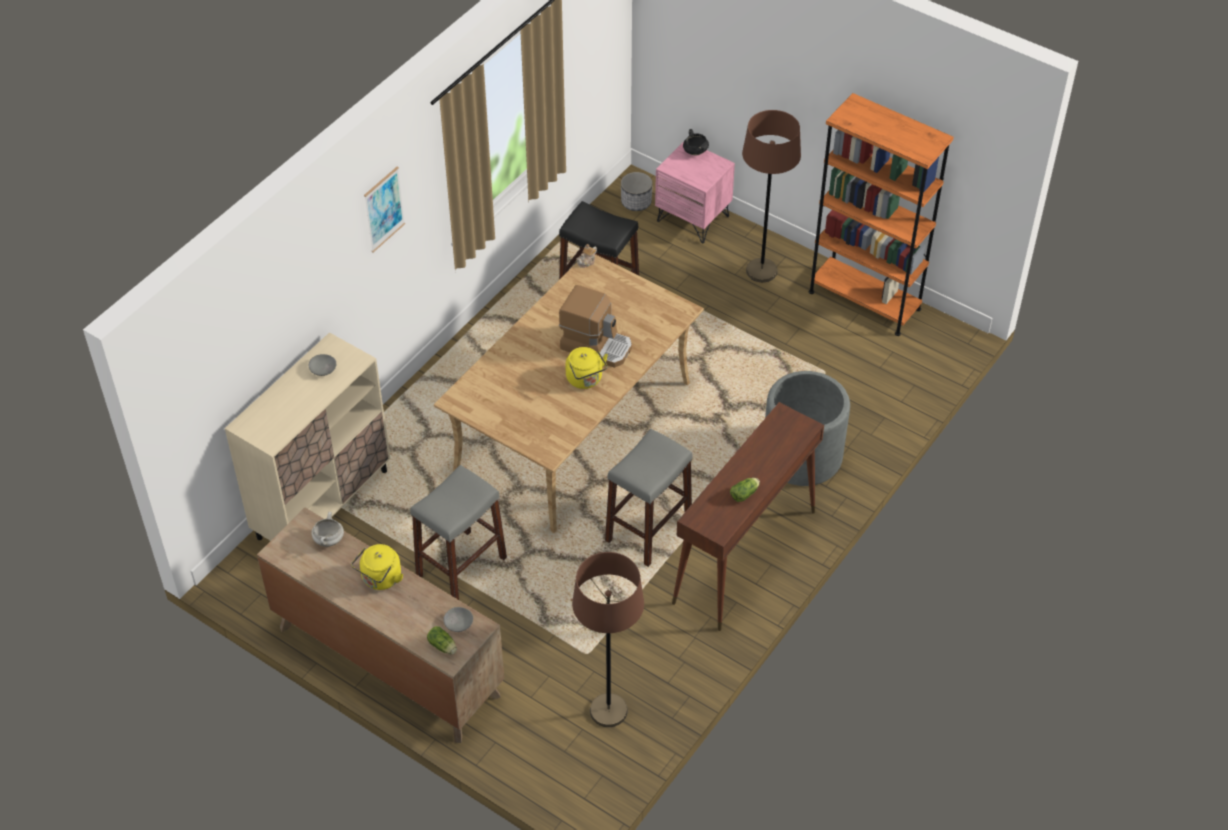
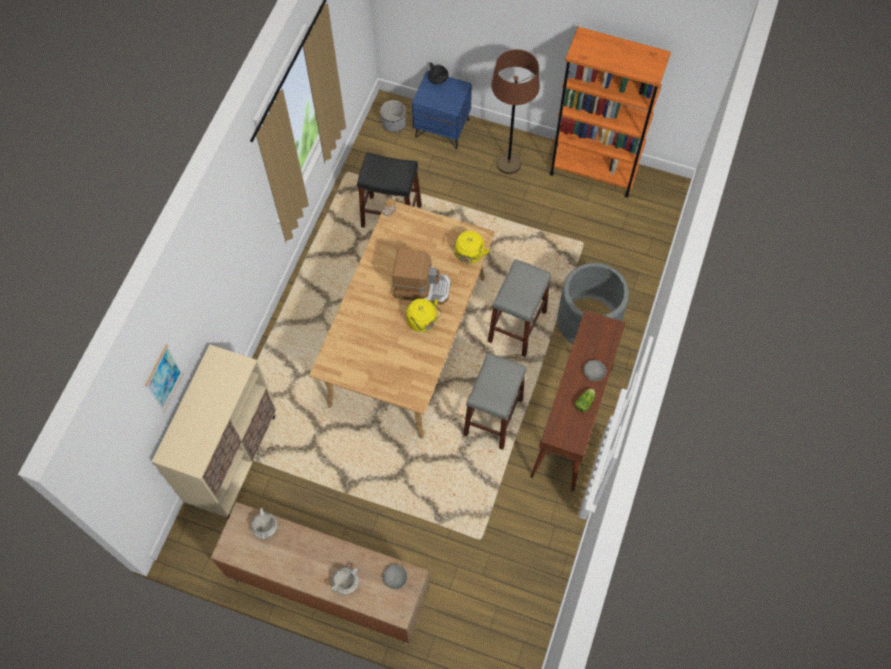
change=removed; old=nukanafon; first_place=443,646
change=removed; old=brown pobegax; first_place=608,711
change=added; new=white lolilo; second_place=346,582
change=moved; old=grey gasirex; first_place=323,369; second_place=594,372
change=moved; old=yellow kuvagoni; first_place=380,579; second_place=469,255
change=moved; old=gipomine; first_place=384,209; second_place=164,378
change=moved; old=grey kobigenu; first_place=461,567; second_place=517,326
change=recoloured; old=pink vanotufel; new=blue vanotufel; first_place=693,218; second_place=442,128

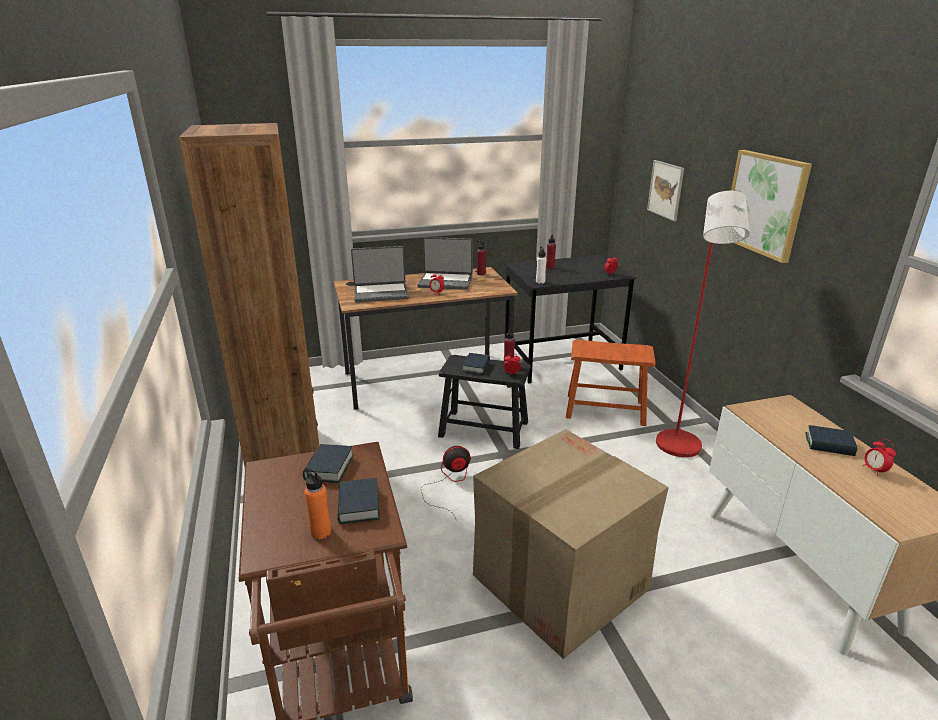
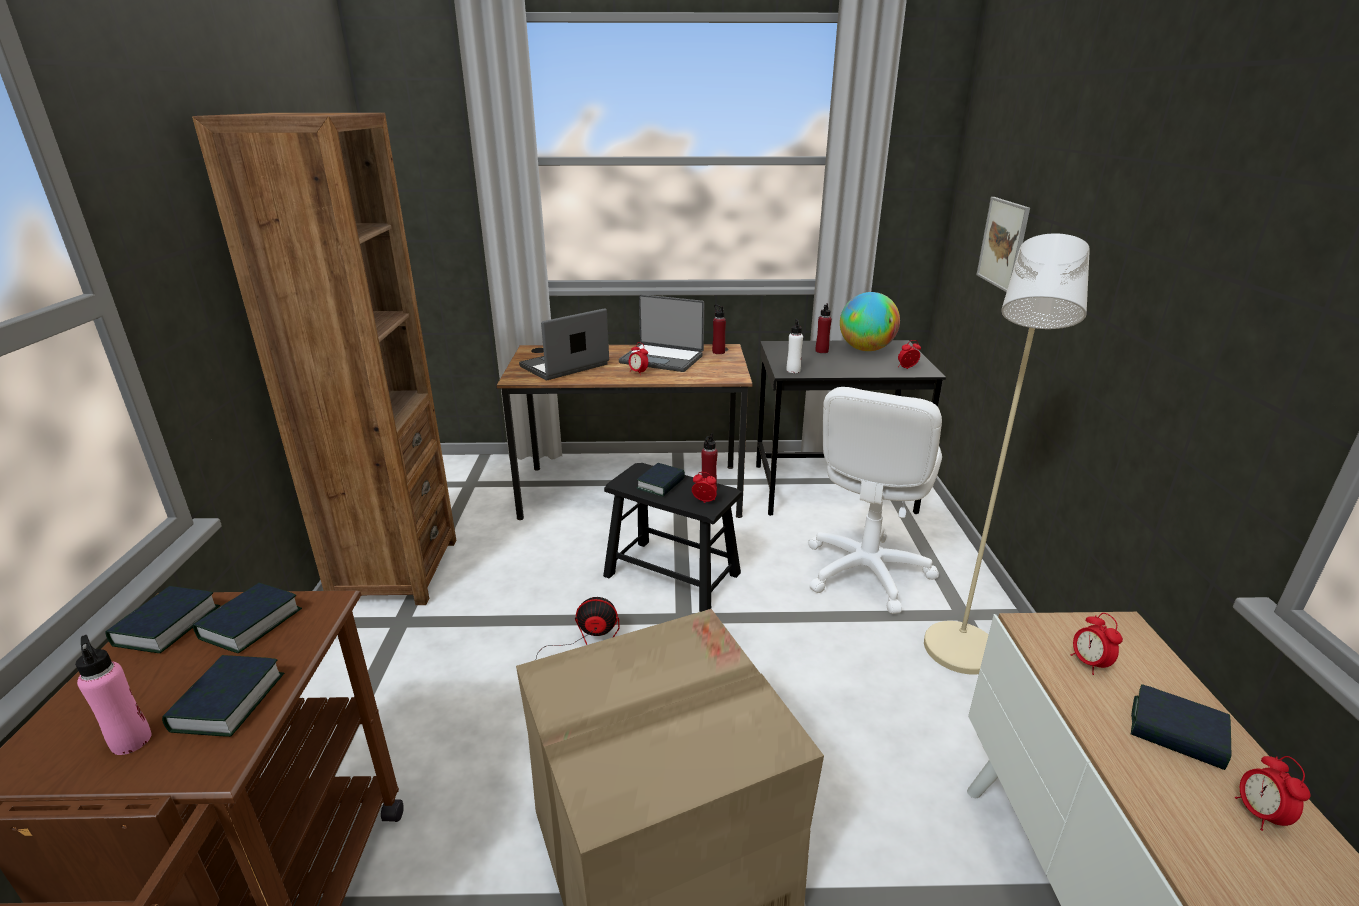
change=removed; old=gipomine; first_place=765,204
change=added; new=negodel; second_place=167,626
change=added; new=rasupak; second_place=866,349
change=added; new=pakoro; second_place=1089,663
change=replaced; old=brown kobigenu; new=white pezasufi; first_place=605,409; second_place=865,572
change=recoloured; old=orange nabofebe; new=pink nabofebe; first_place=320,532; second_place=131,741
change=recoloured; old=red pobegax; new=beige pobegax; first_place=679,449; second_place=959,658
change=turned; old=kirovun; first_place=381,293; second_place=565,366; degrees=135

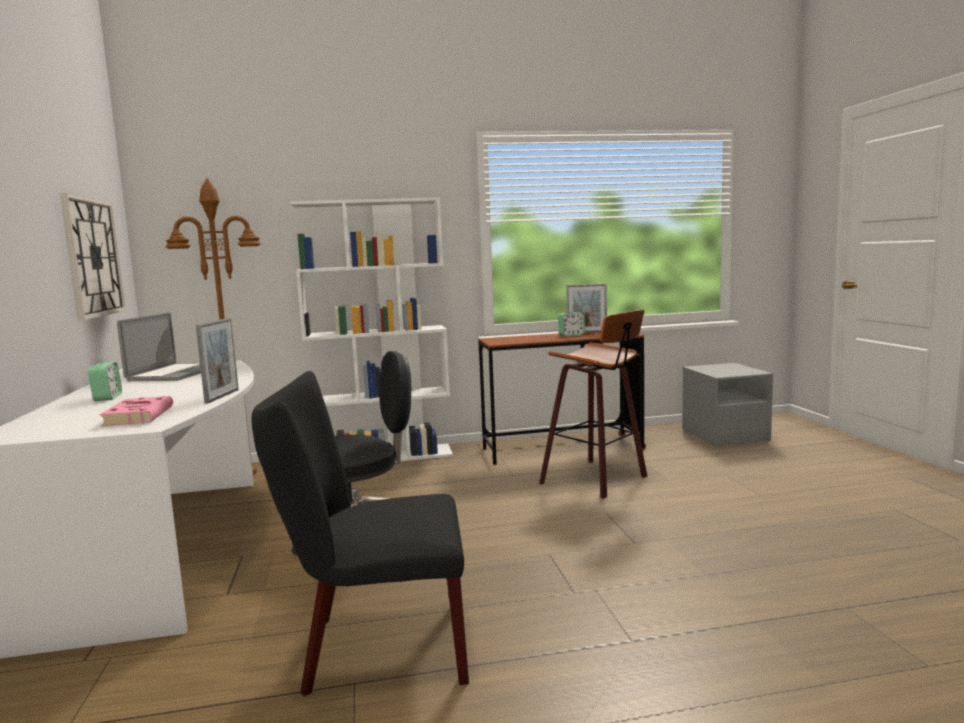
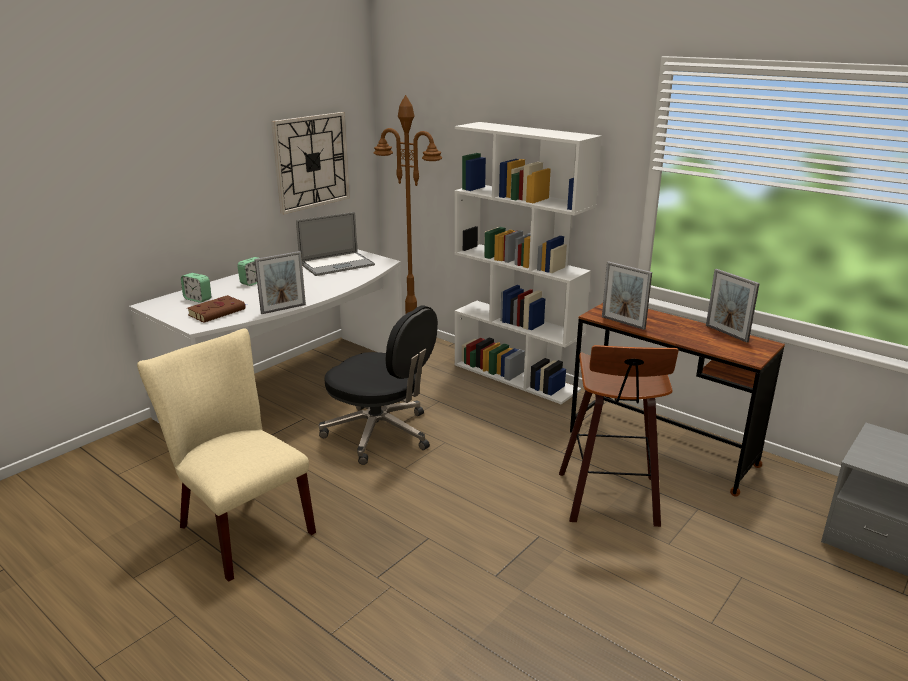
change=added; new=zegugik; second_place=623,323
change=moved; old=pakoro; first_place=571,335; second_place=198,299
change=recoloured; old=pink negodel; new=brown negodel; first_place=139,416; second_place=218,312
change=recoloured; old=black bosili; new=beige bosili; first_place=375,649; second_place=240,526

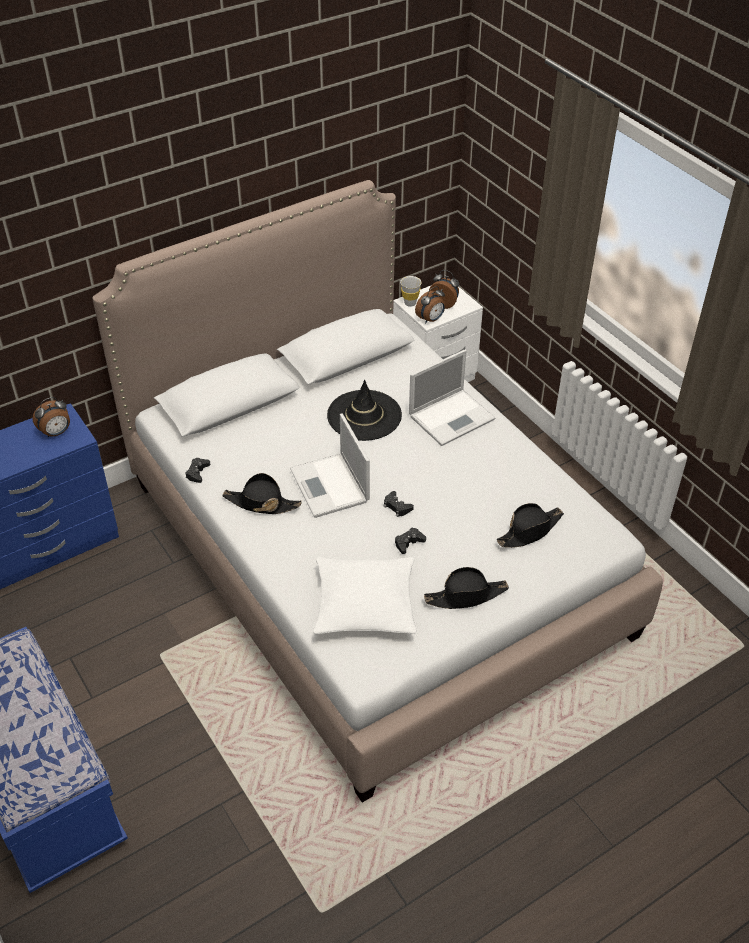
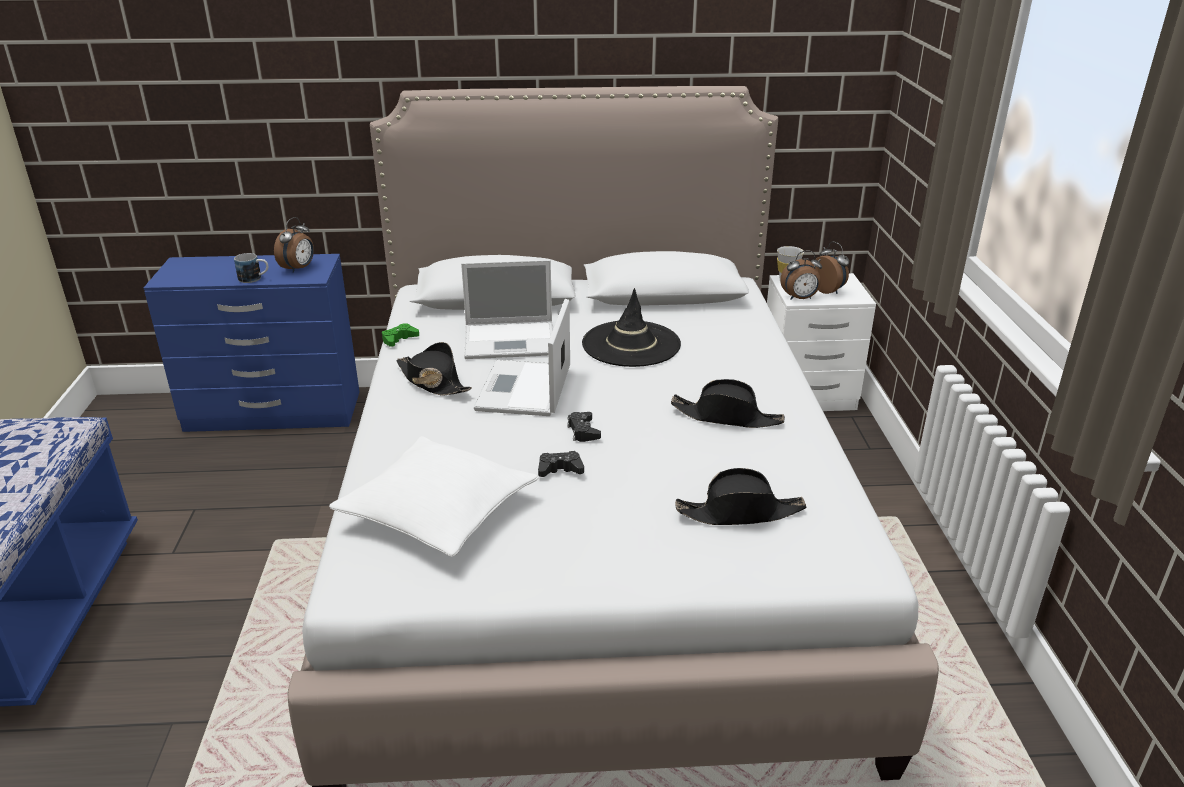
change=added; new=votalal; second_place=254,279
change=moved; old=kirovun; first_place=452,416; second_place=512,340
change=moved; old=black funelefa; first_place=466,596; second_place=727,417
change=recoloured; old=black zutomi; new=green zutomi; first_place=197,472; second_place=399,339
change=turned; old=pakoro; first_place=56,433; second_place=299,268; degrees=-60

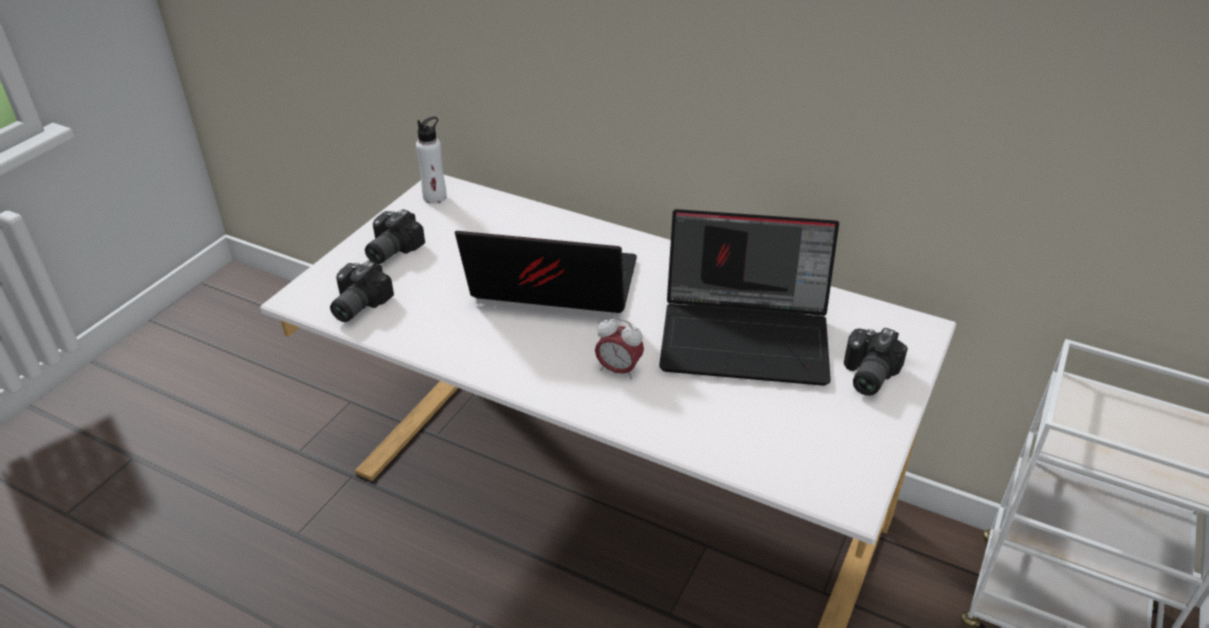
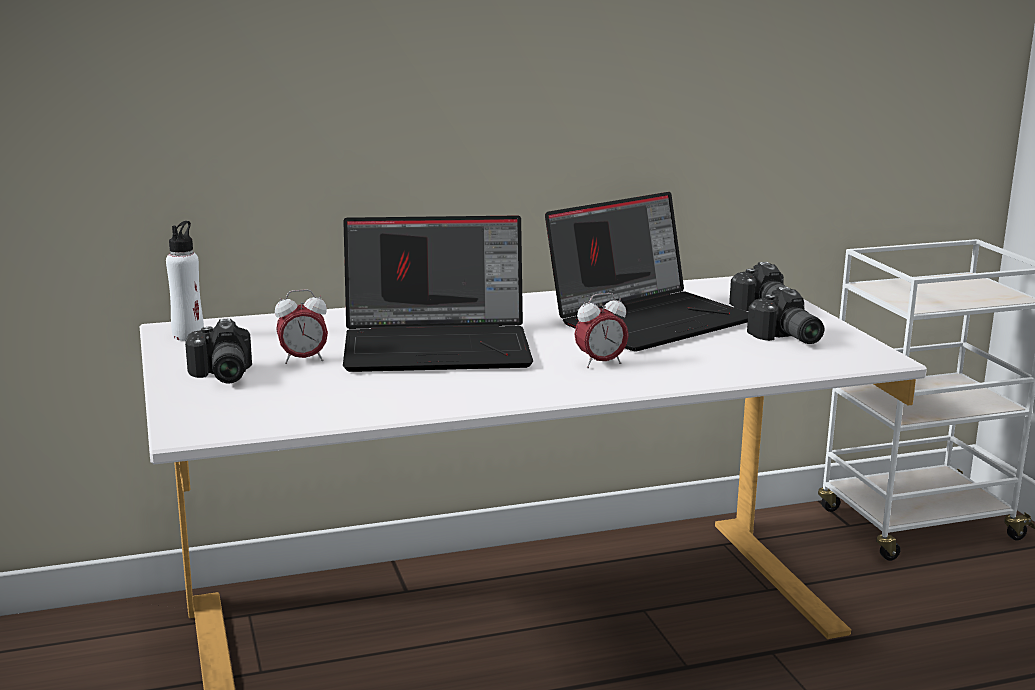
change=added; new=pakoro; second_place=303,360
change=moved; old=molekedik; first_place=356,305; second_place=785,338
change=turned; old=kirovun; first_place=550,288; second_place=439,346; degrees=-150

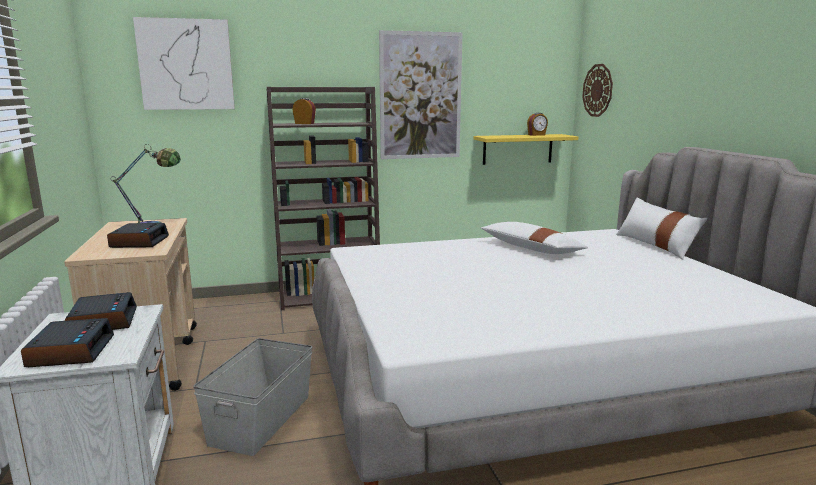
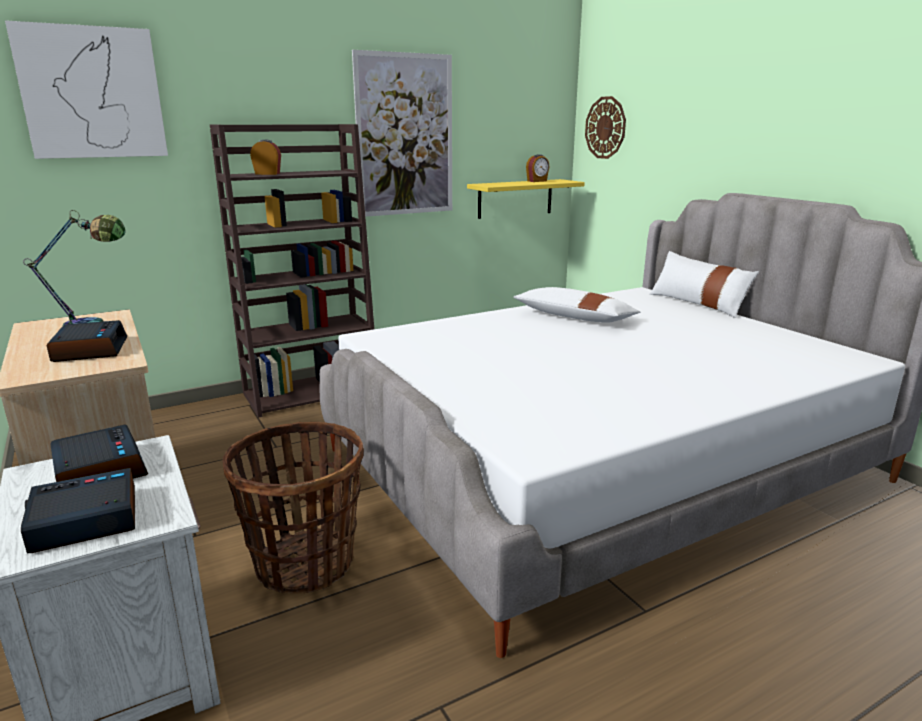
change=replaced; old=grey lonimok; new=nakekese; first_place=260,419; second_place=304,563
change=turned; old=pakoro; first_place=71,351; second_place=84,521; degrees=-90

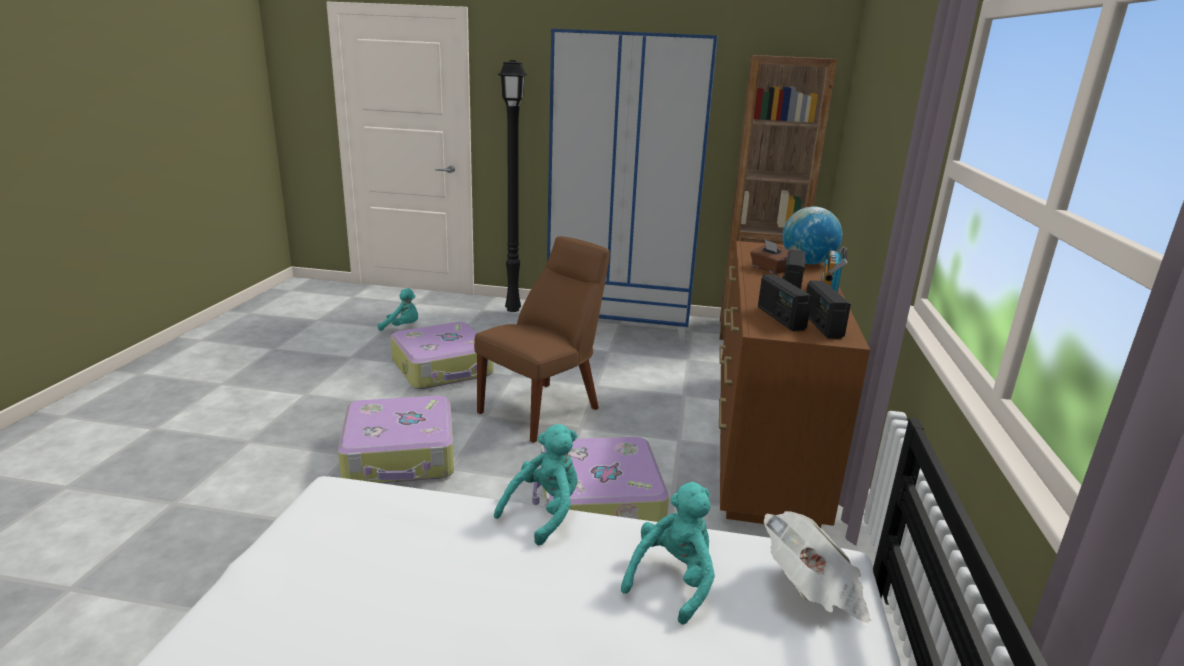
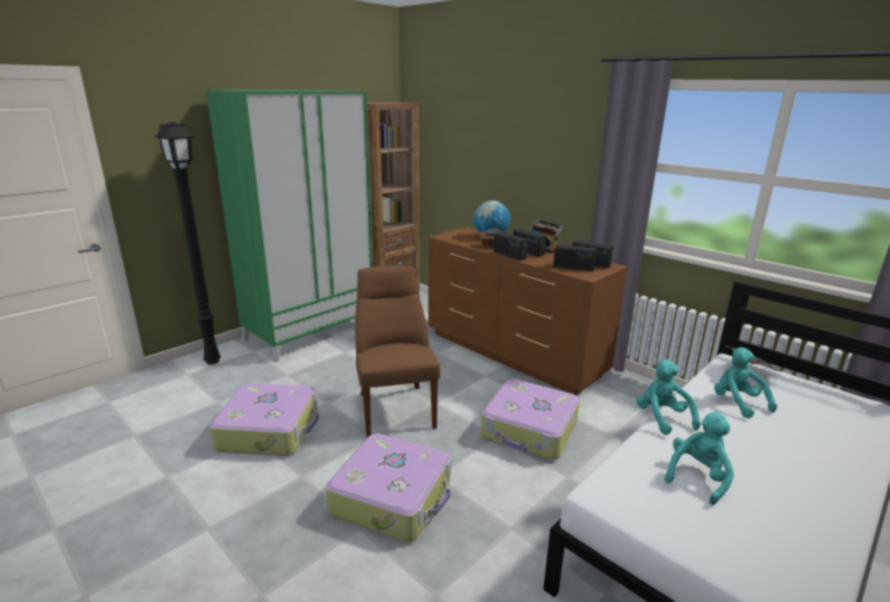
change=added; new=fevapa; second_place=509,255
change=moved; old=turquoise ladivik; first_place=402,327; second_place=697,477
change=recoloured; old=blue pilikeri; new=green pilikeri; first_place=621,324; second_place=311,332

